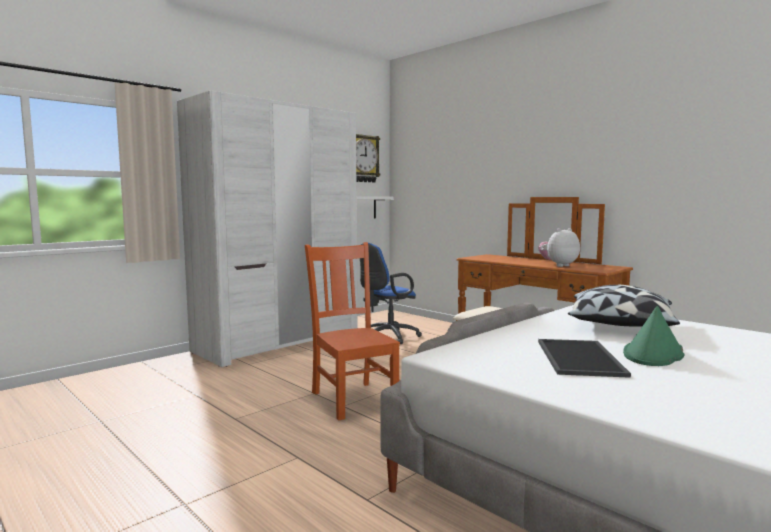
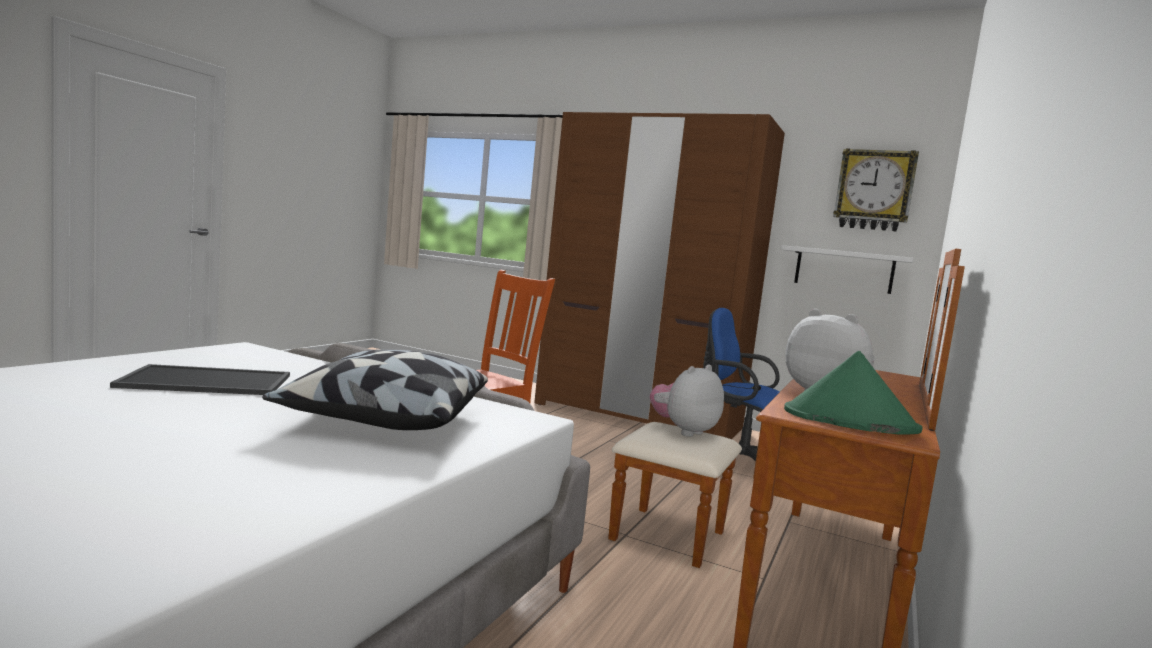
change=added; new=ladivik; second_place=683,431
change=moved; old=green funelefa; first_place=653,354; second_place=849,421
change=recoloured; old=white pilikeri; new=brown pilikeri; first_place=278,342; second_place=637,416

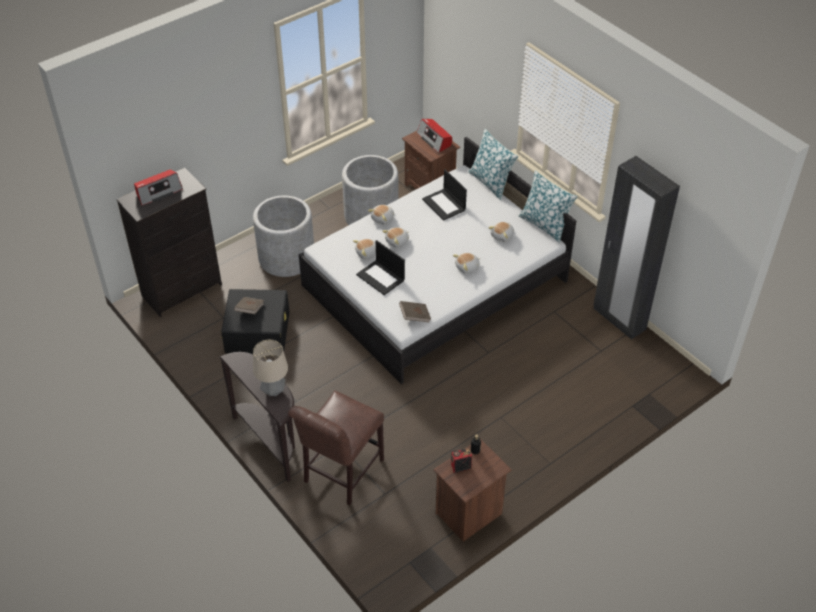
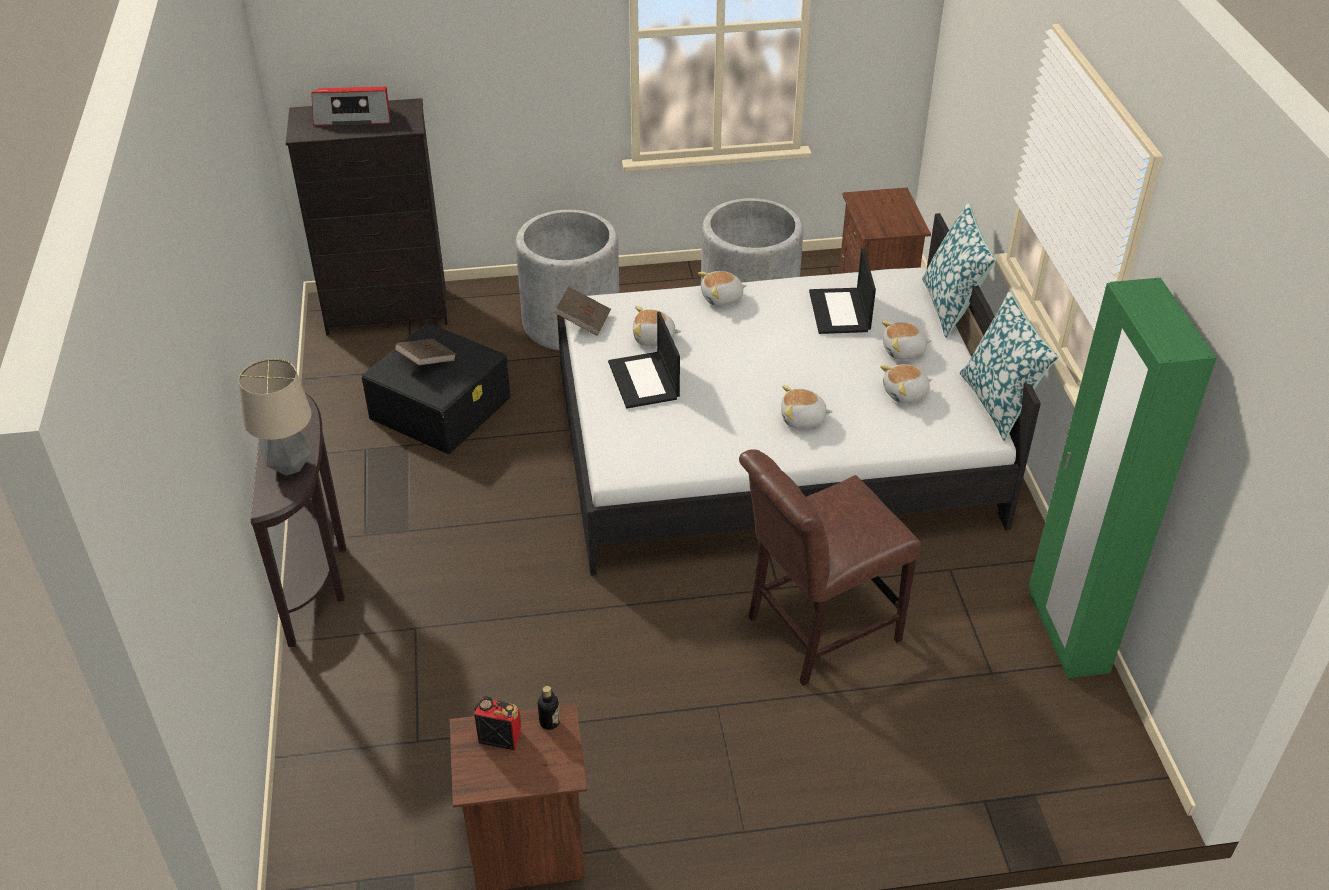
change=removed; old=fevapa; first_place=434,139
change=moved; old=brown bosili; first_place=340,473; second_place=815,631
change=moved; old=ladivik; first_place=397,242; second_place=904,351
change=moved; old=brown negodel; first_place=415,316; second_place=583,321
change=recoloured; old=black pilikeri; new=green pilikeri; first_place=619,319; second_place=1066,633

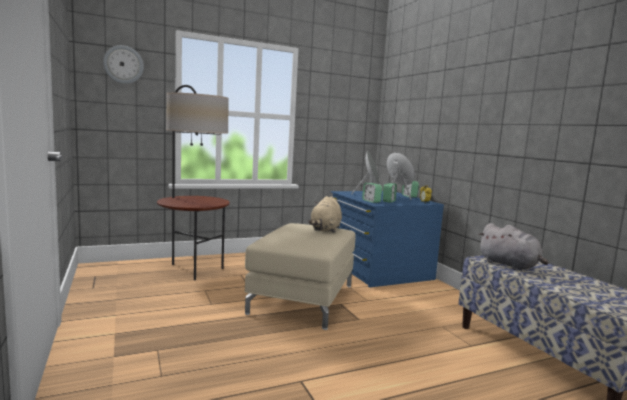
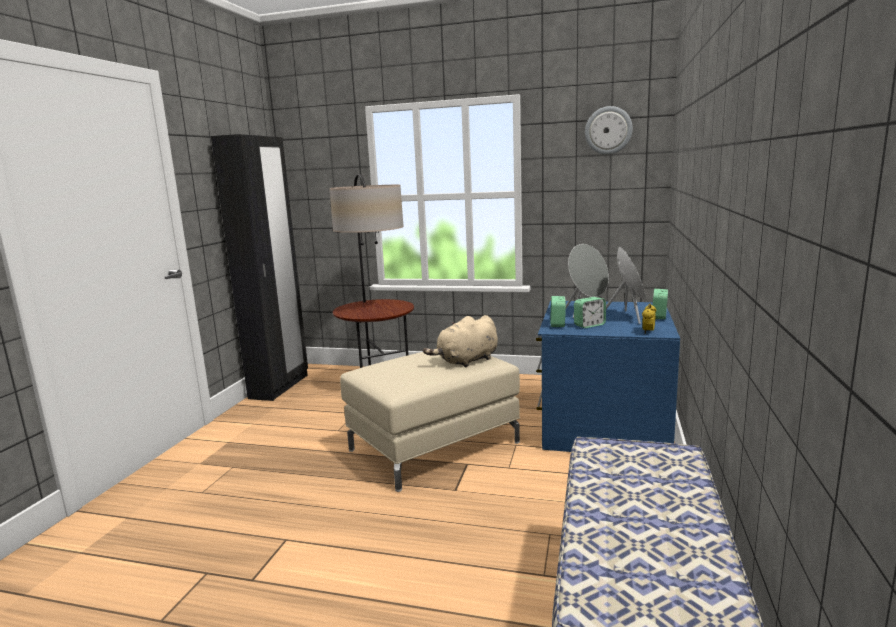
change=removed; old=grey ladivik; first_place=510,265
change=added; new=black pilikeri; second_place=280,387
change=moved; old=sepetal; first_place=123,64; second_place=608,130

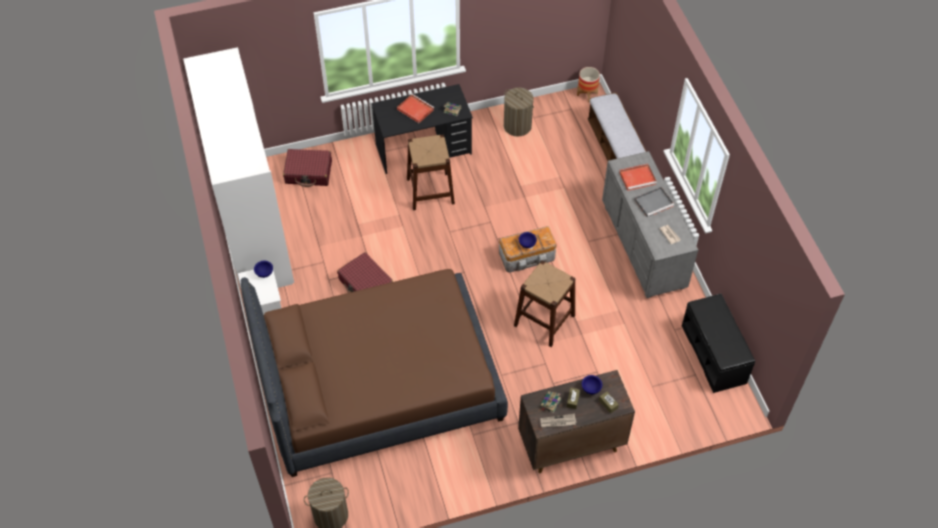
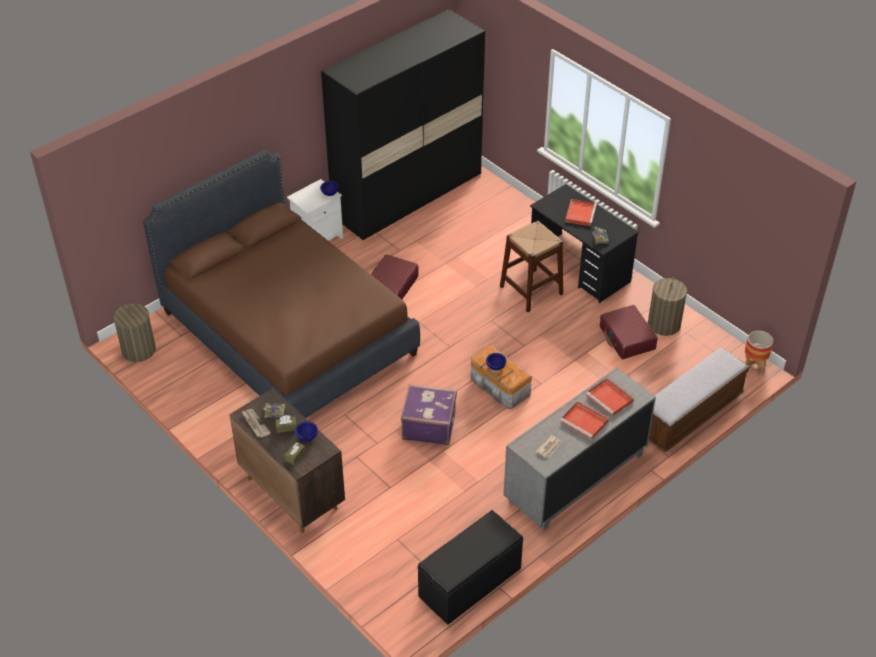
change=moved; old=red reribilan; first_place=309,172; second_place=627,338
change=replaced; old=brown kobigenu; new=purple reribilan; first_place=544,320; second_place=428,426
change=recoloured; old=white pilikeri; new=black pilikeri; first_place=253,228; second_place=408,195
change=recoloured; old=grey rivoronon; new=red rivoronon; first_place=654,202; second_place=585,422

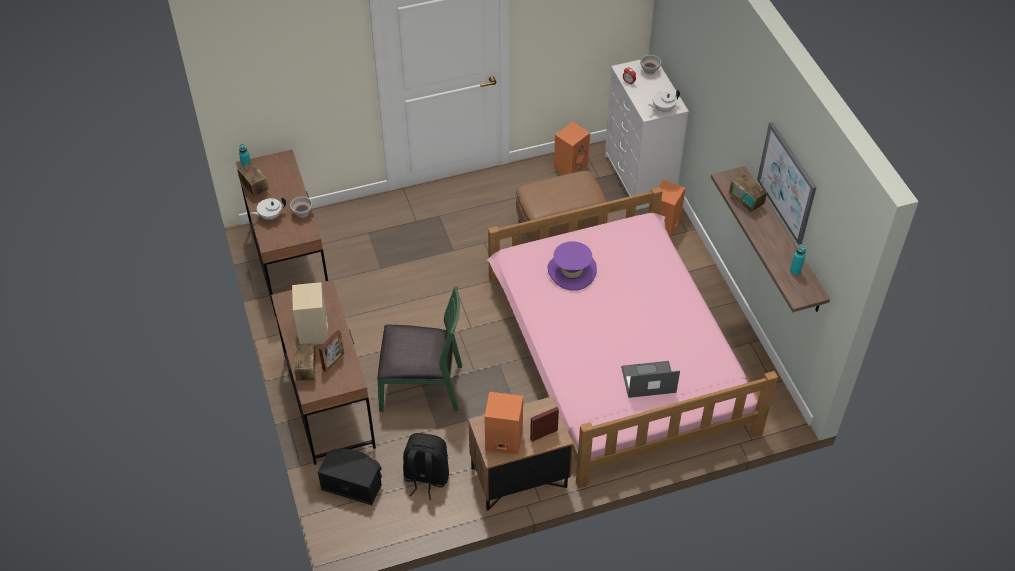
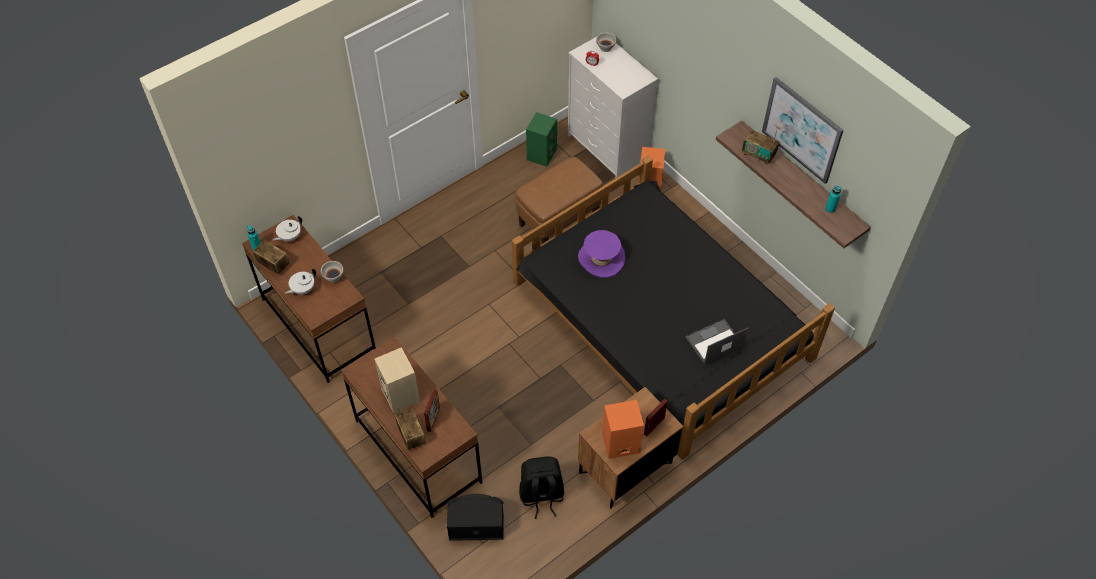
change=removed; old=green bosili; first_place=422,386
change=moved; old=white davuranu; first_place=663,109; second_place=290,237
change=recoloured; old=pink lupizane; new=black lupizane; first_place=617,351; second_place=660,319
change=recoloured; old=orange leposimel; new=green leposimel; first_place=570,166; second_place=541,154

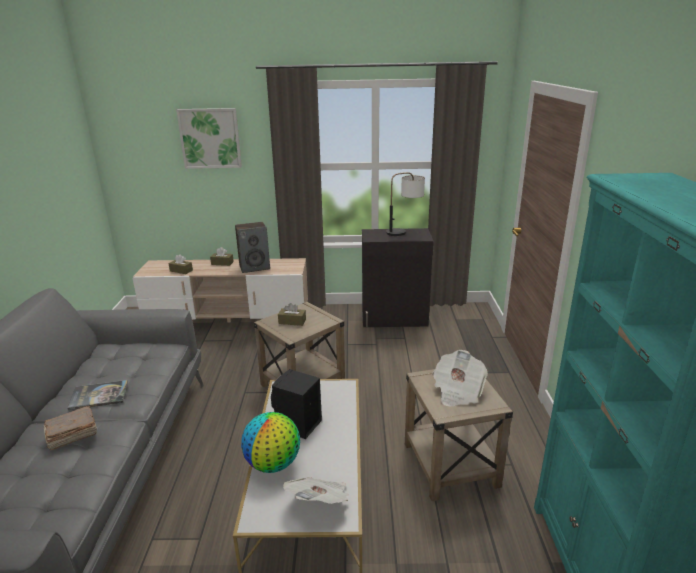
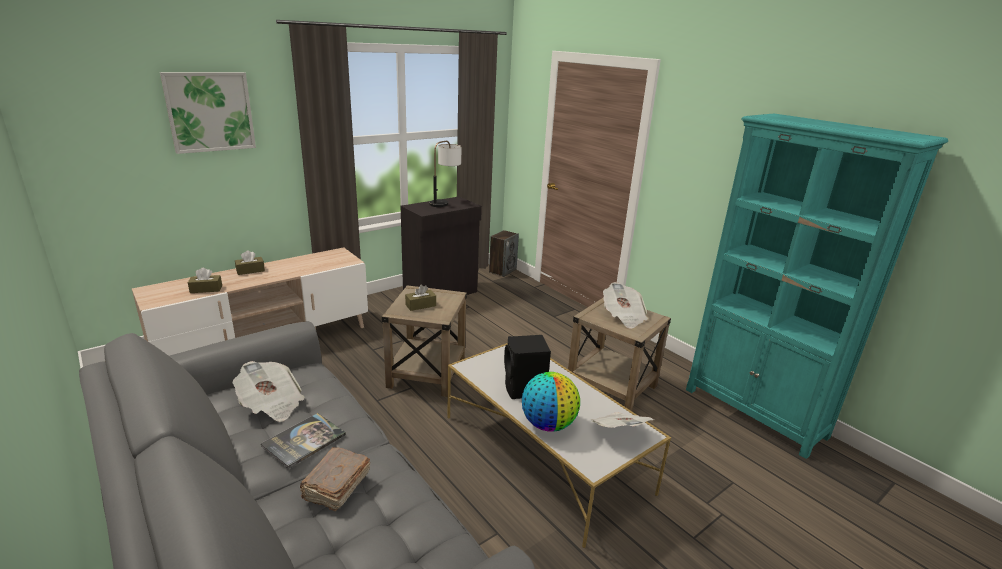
change=added; new=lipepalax; second_place=271,404
change=moved; old=leposimel; first_place=254,267; second_place=502,271

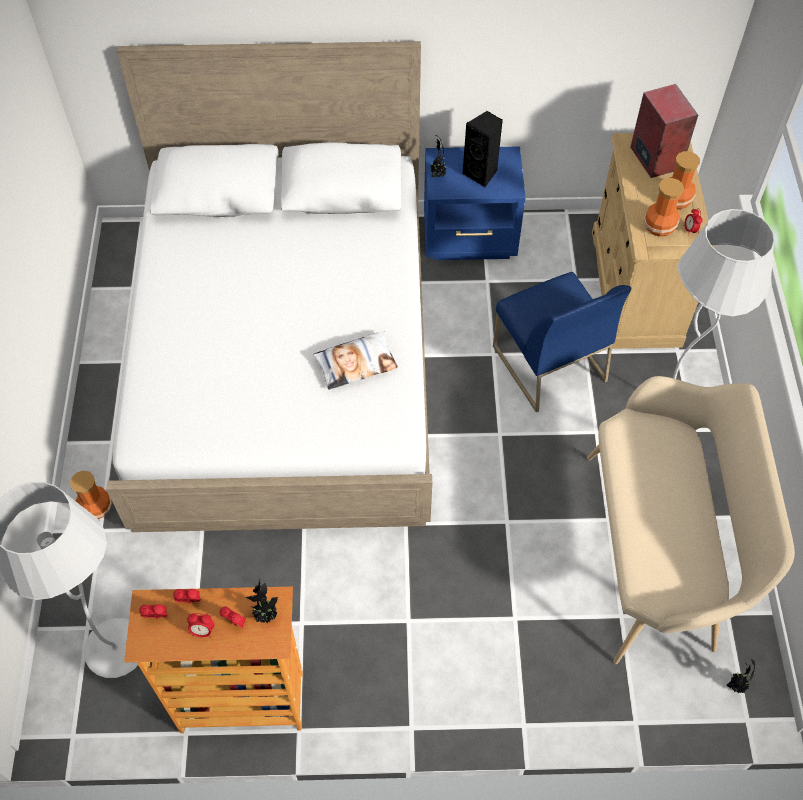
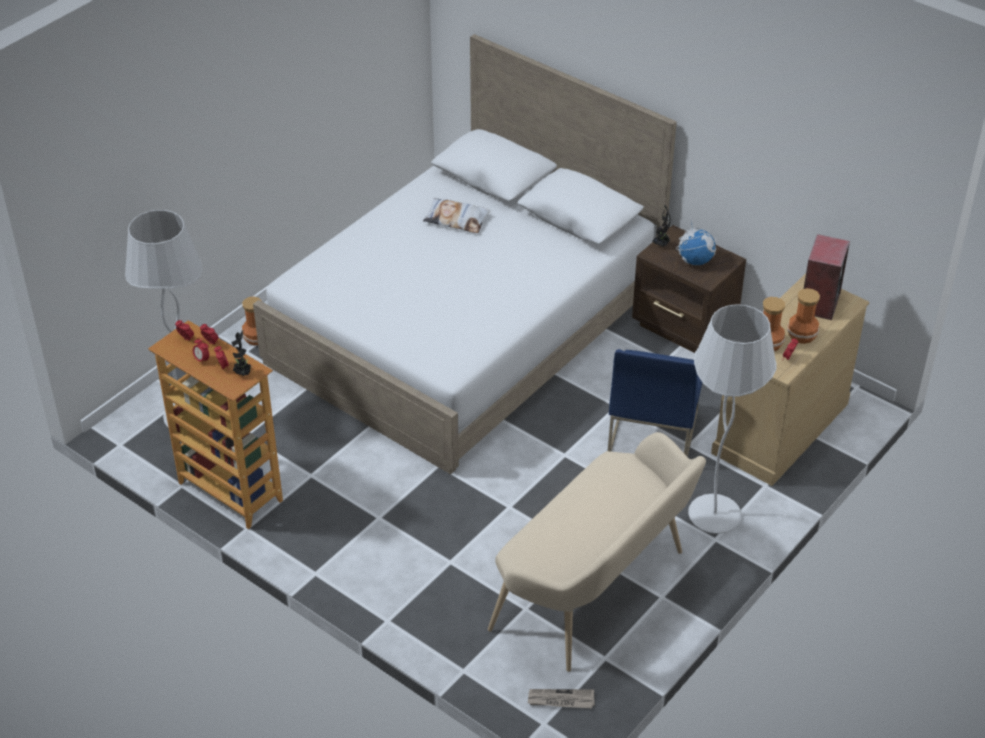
change=moved; old=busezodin; first_place=356,363; second_place=456,219
change=replaced; old=black leposimel; new=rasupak; first_place=481,174; second_place=695,260
change=replaced; old=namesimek; new=lipepalax; first_place=736,684; second_place=560,700
change=recoloured; old=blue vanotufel; new=brown vanotufel; first_place=471,239; second_place=684,328

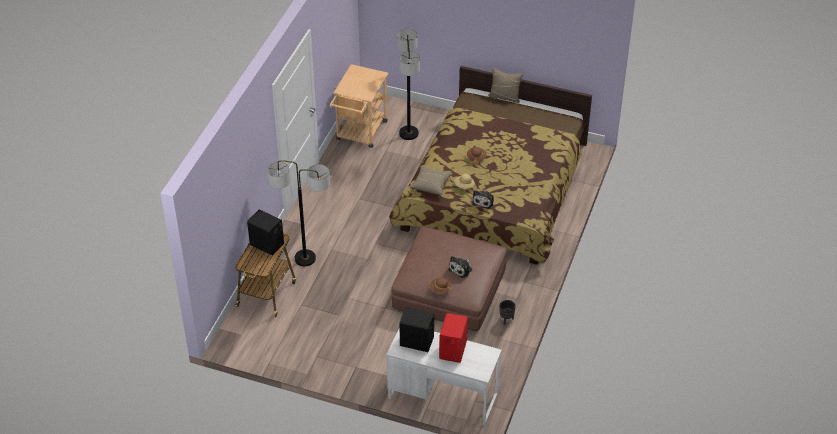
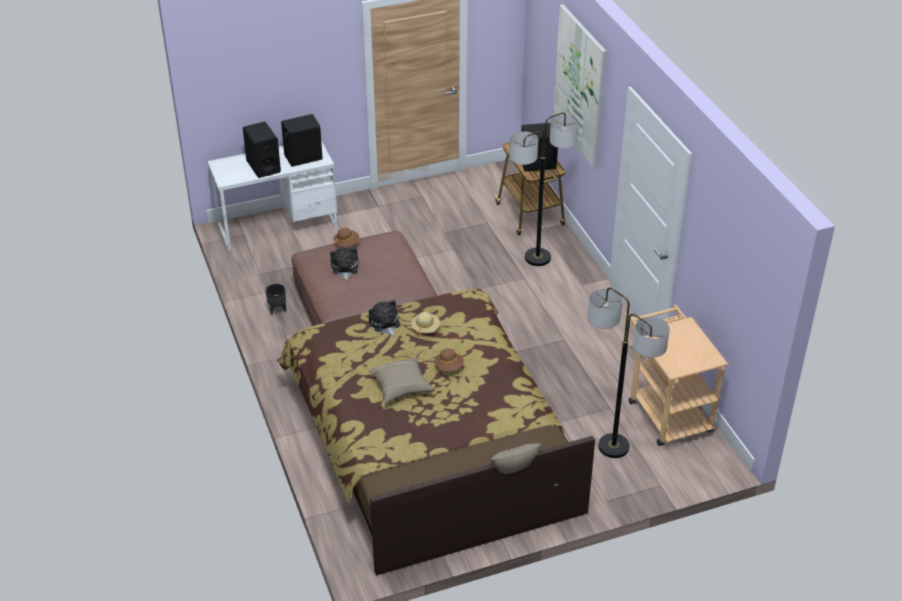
change=added; new=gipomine; second_place=580,86
change=moved; old=beige busezodin; first_place=431,184; second_place=401,387
change=recoloured; old=red leposimel; new=black leposimel; first_place=453,350; second_place=263,166

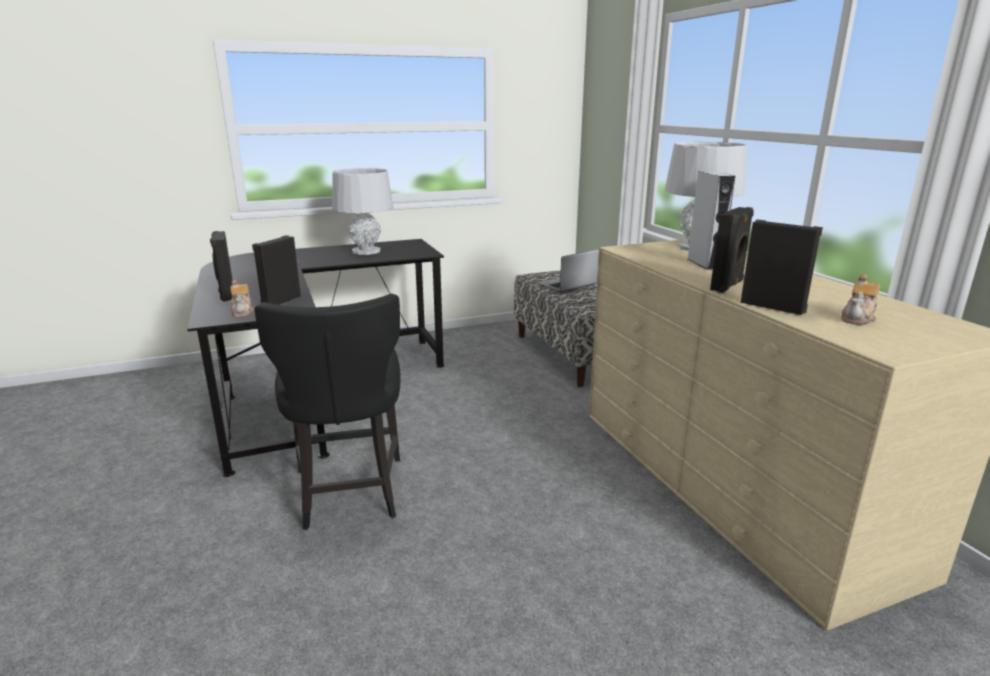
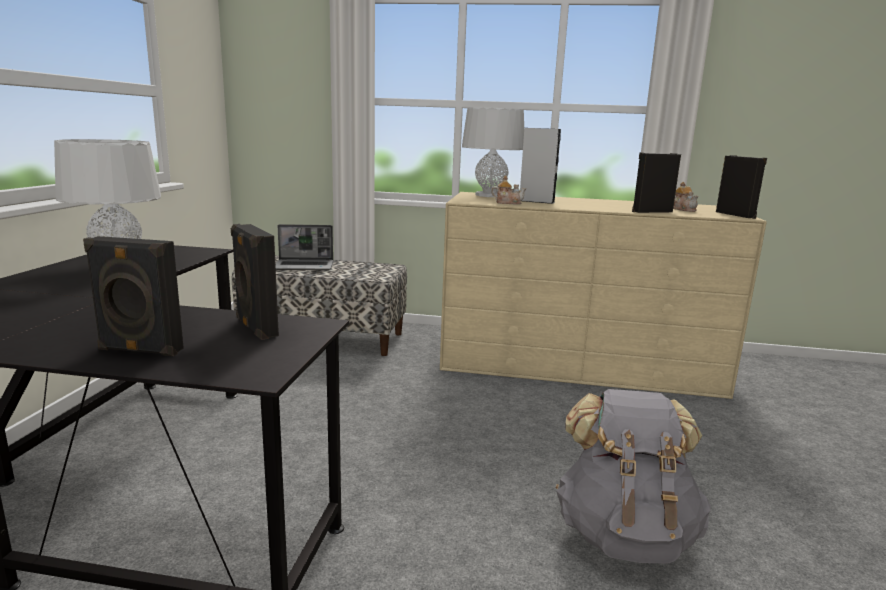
change=removed; old=black bosili; first_place=349,493
change=added; new=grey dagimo; second_place=624,534
change=moved; old=davuranu; first_place=242,312; second_place=508,203
change=moved; old=black leposimel; first_place=728,286; second_place=736,215
change=turned; old=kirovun; first_place=566,285; second_place=305,266; degrees=-90

